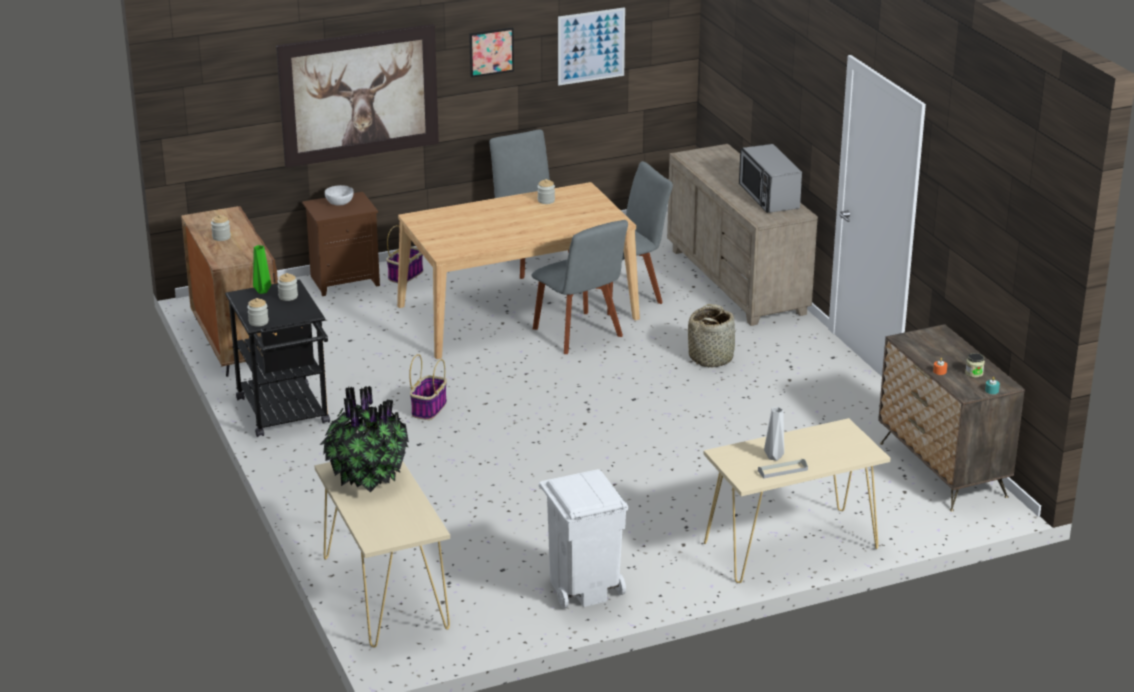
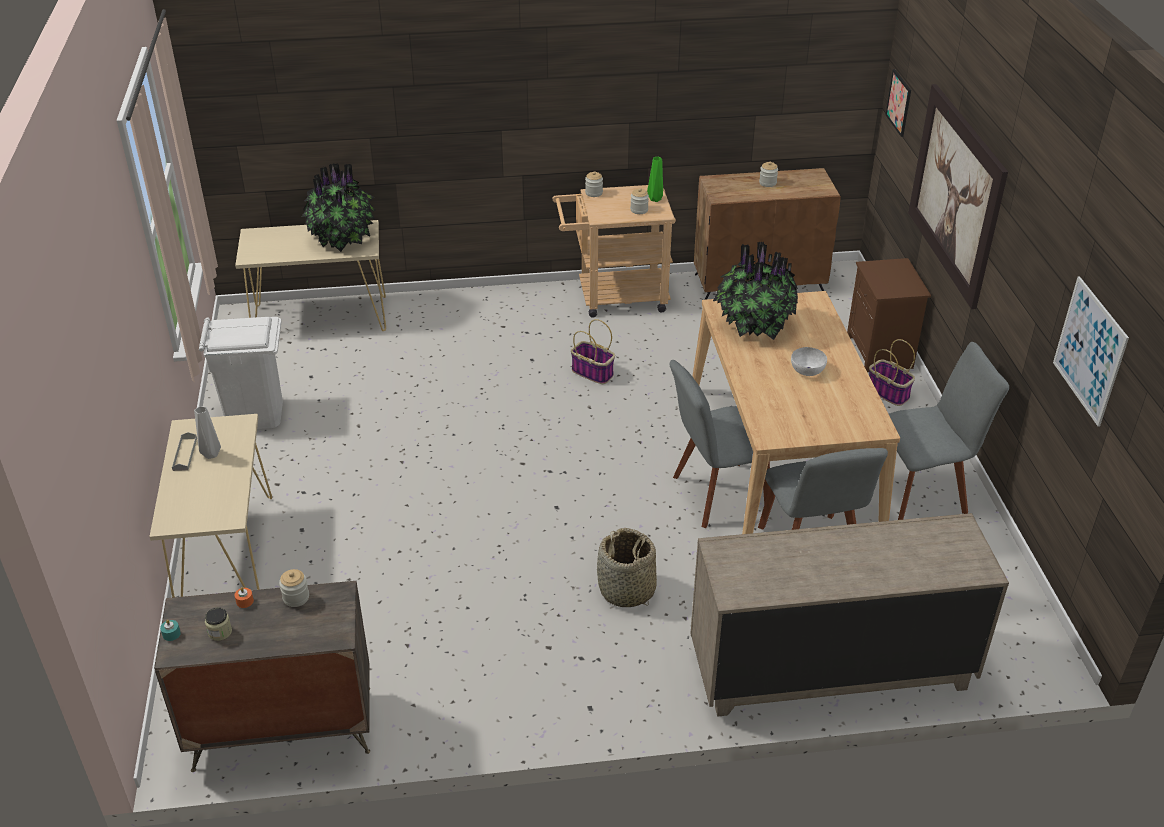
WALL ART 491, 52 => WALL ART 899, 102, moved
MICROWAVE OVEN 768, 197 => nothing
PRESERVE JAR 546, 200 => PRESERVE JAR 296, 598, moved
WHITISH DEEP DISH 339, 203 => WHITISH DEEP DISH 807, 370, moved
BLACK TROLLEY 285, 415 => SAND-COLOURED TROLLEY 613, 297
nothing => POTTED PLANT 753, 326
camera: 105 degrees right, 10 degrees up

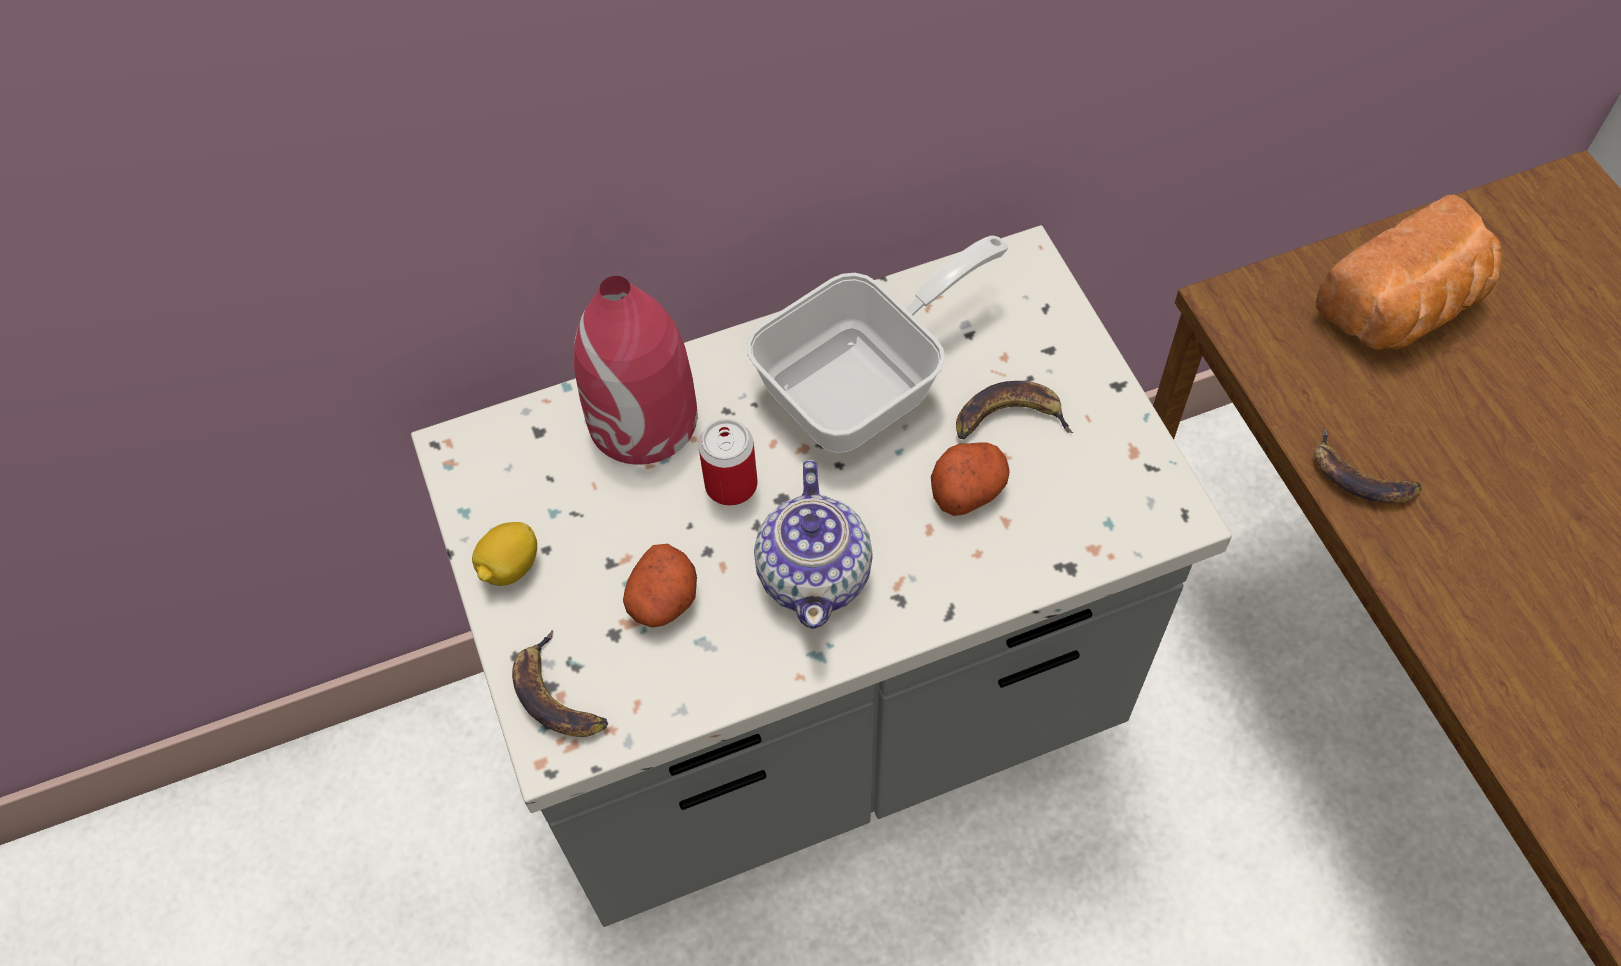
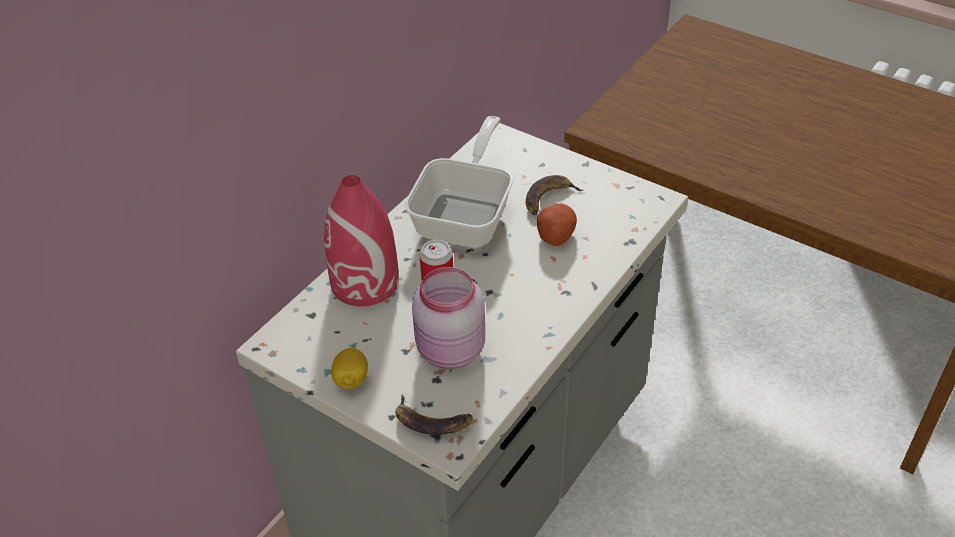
BAKED BREAD 1403, 309 => nothing
WHOLE BANANA 1361, 477 => nothing
TEAPOT 815, 574 => nothing
SPUD 664, 600 => PINK PRESERVE JAR 449, 352
camera: 35 degrees left, 15 degrees down

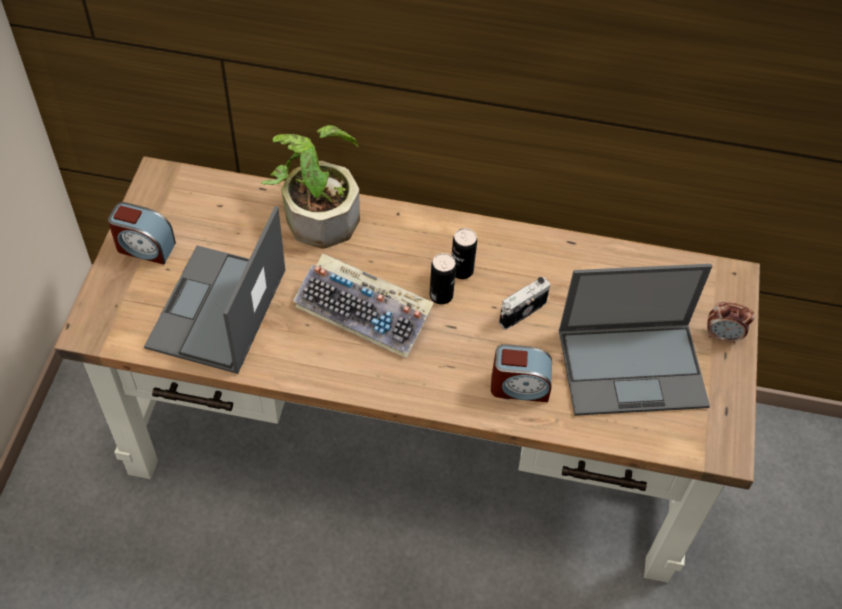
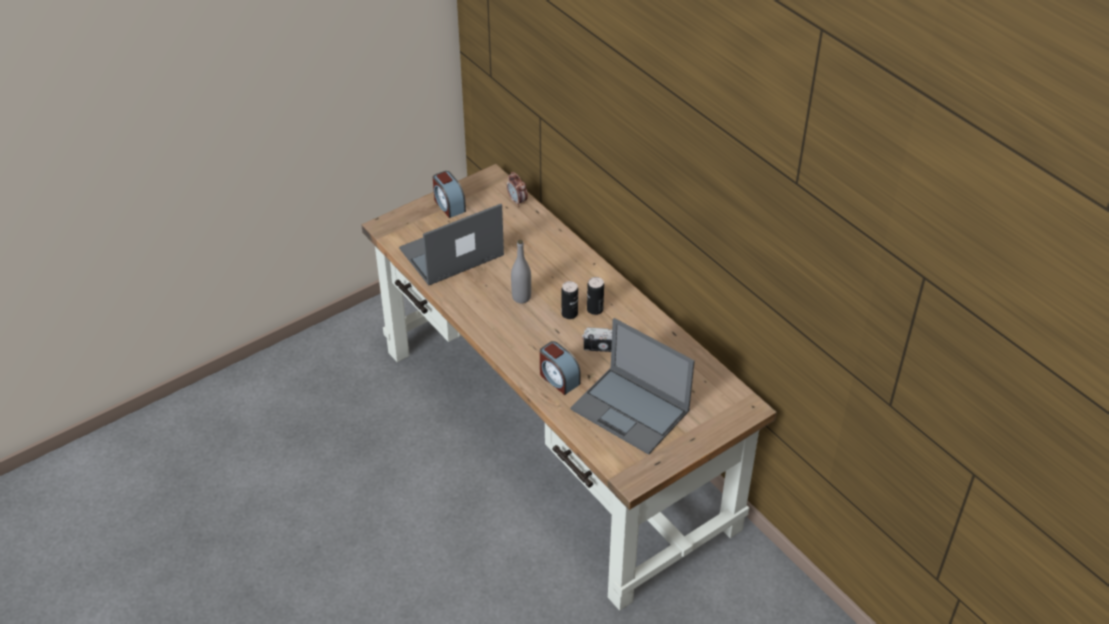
POTTED PLANT 317, 212 => nothing
KEYBOARD 365, 312 => GRAY BEVERAGE BOTTLE 521, 297
ALARM CLOCK 722, 336 => ALARM CLOCK 517, 201, moved
camera: 45 degrees right, 10 degrees down

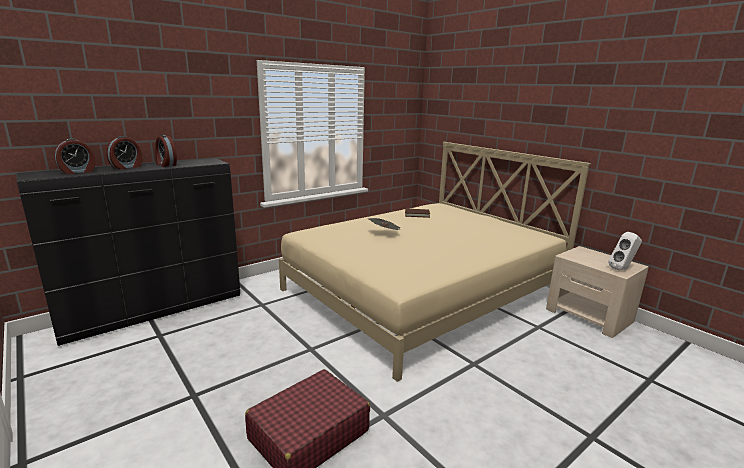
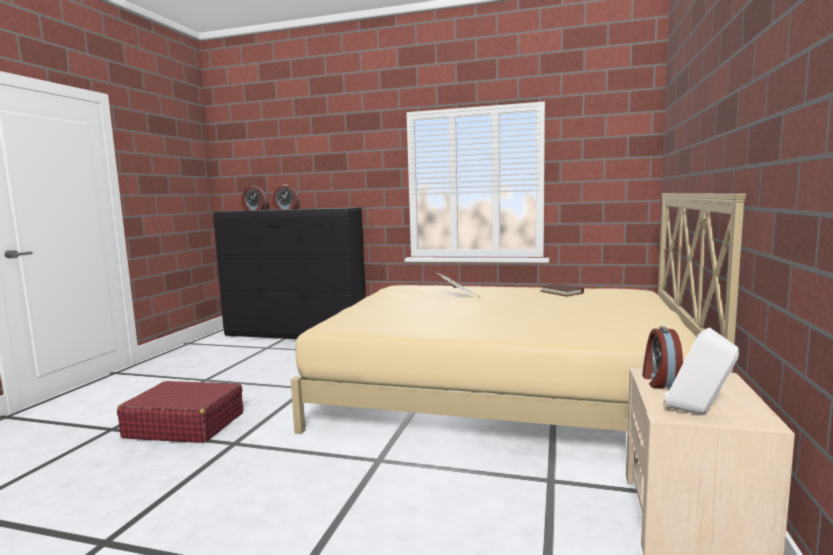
ALARM CLOCK 166, 164 => ALARM CLOCK 659, 381, moved
camera: 55 degrees right, 10 degrees down

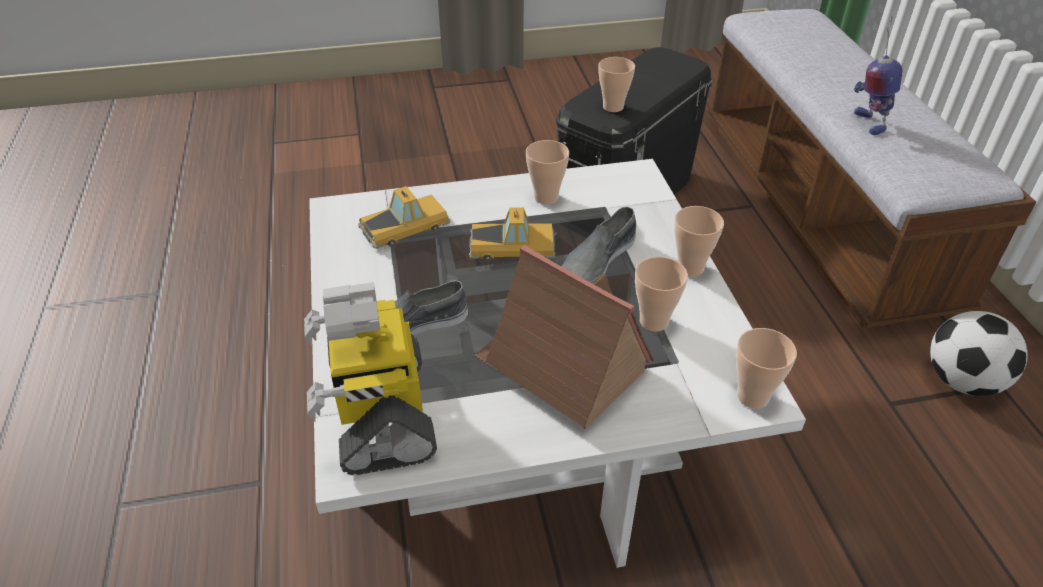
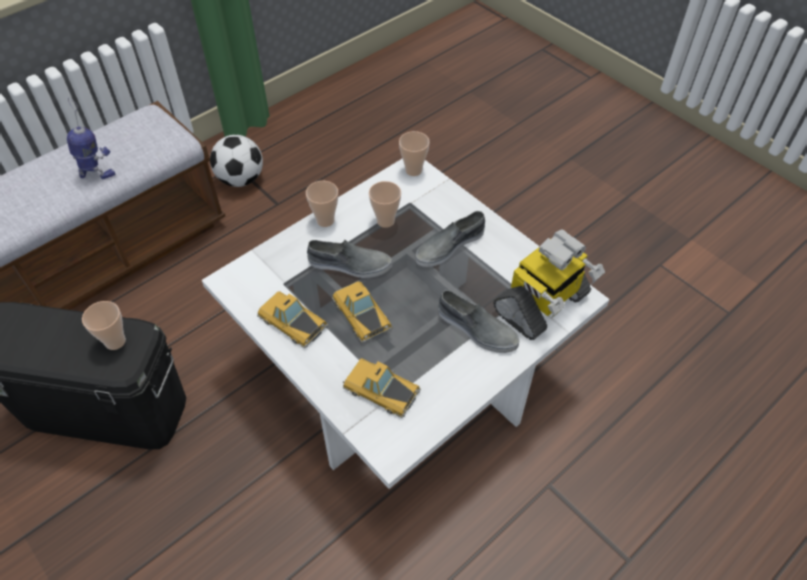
ROBOT FIGURE 868, 122 => ROBOT FIGURE 97, 173, 135 degrees counterclockwise
SMALL CUP 546, 197 => MINIATURE CAR 292, 321
TOY HOUSE 561, 366 => GRAY SHOE 449, 245
camera: 120 degrees left, 10 degrees up

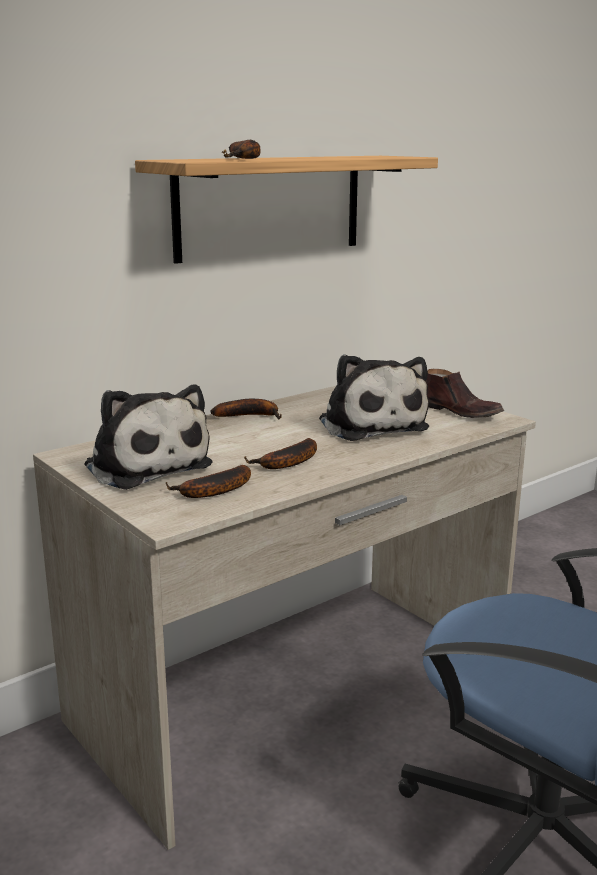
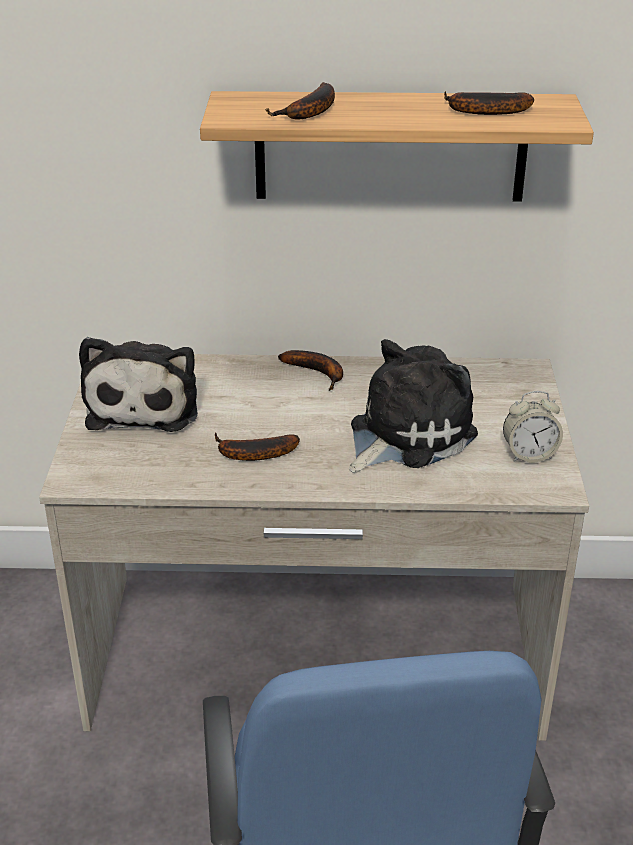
CUDDLY TOY 370, 424 => CUDDLY TOY 405, 434, 150 degrees counterclockwise
BROWN SHOE 460, 412 => ALARM CLOCK 529, 455
WHOLE BANANA 212, 492 => WHOLE BANANA 482, 111, moved
camera: 40 degrees right, 15 degrees up

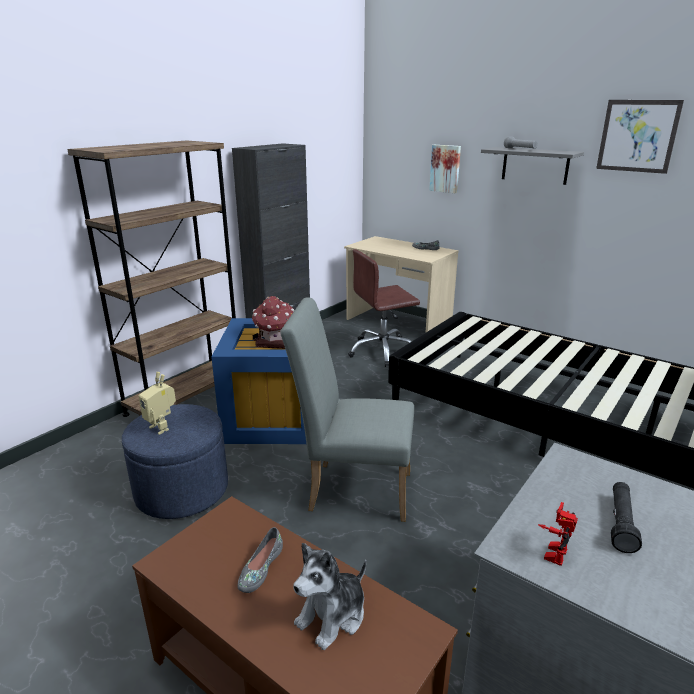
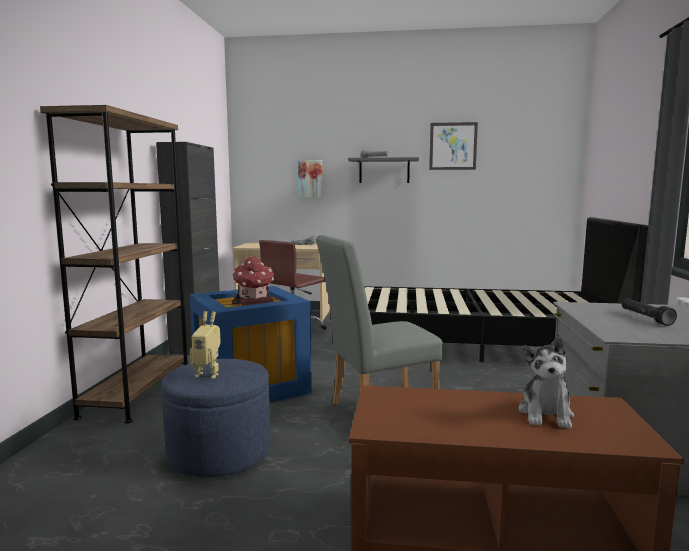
ROBOT FIGURE 552, 551 => nothing
GRAY SHOE 260, 568 => nothing
camera: 30 degrees left, 15 degrees down

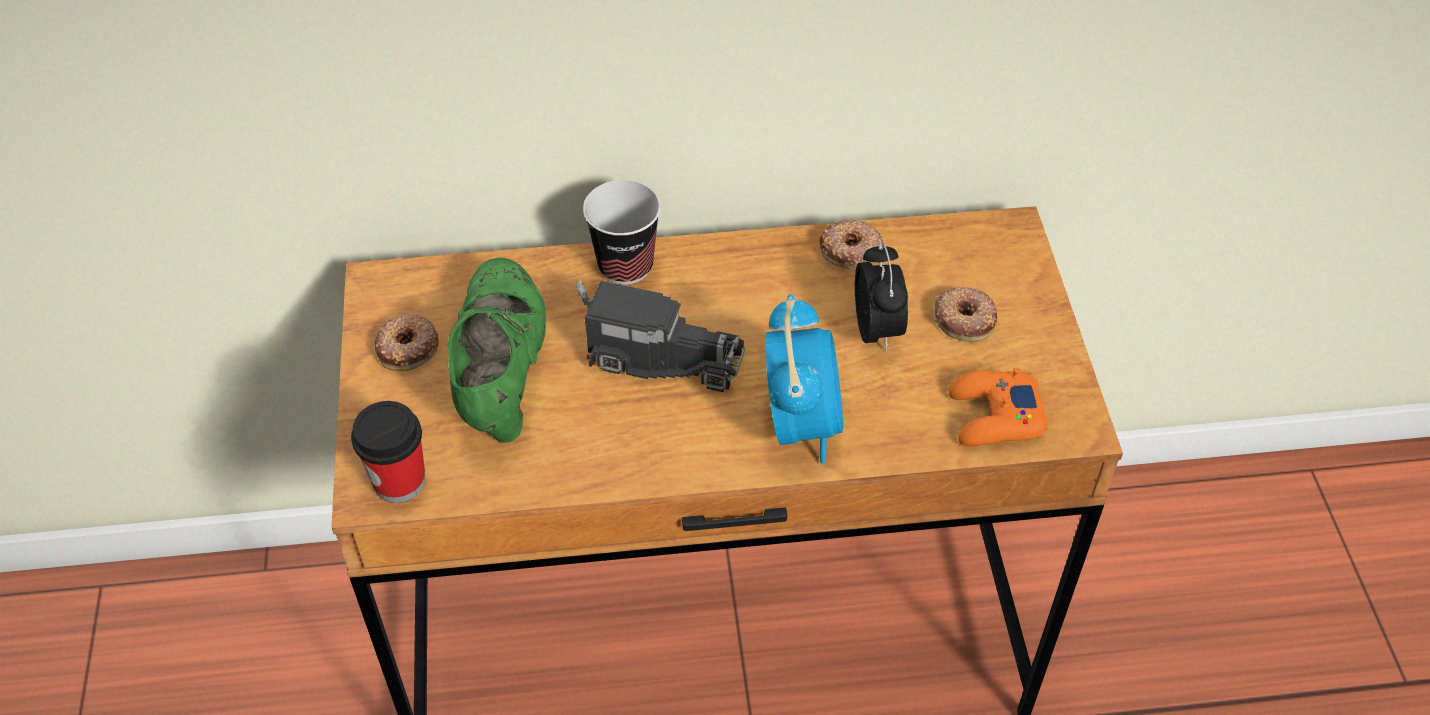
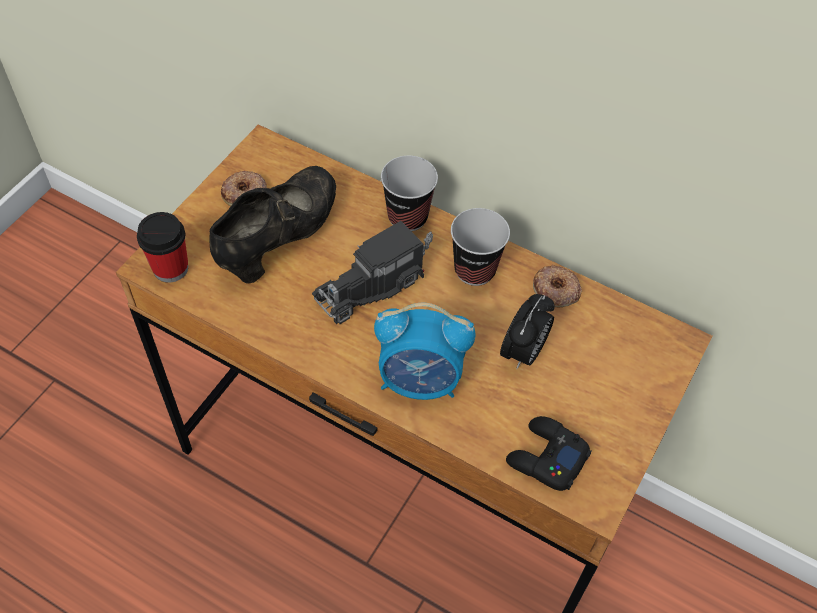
GREENISH SHOE 501, 373 => BLACK SHOE 279, 239
TOY LORRY 657, 357 => TOY LORRY 374, 285, 90 degrees clockwise
DOUGHNUT 965, 318 => nothing
ALARM CLOCK 801, 423 => ALARM CLOCK 420, 381, 60 degrees clockwise
ORANGE GAME CONTROLLER 994, 417 => BLACK GAME CONTROLLER 546, 458
nothing => SMALL CUP 475, 270
camera: 35 degrees right, 5 degrees up

